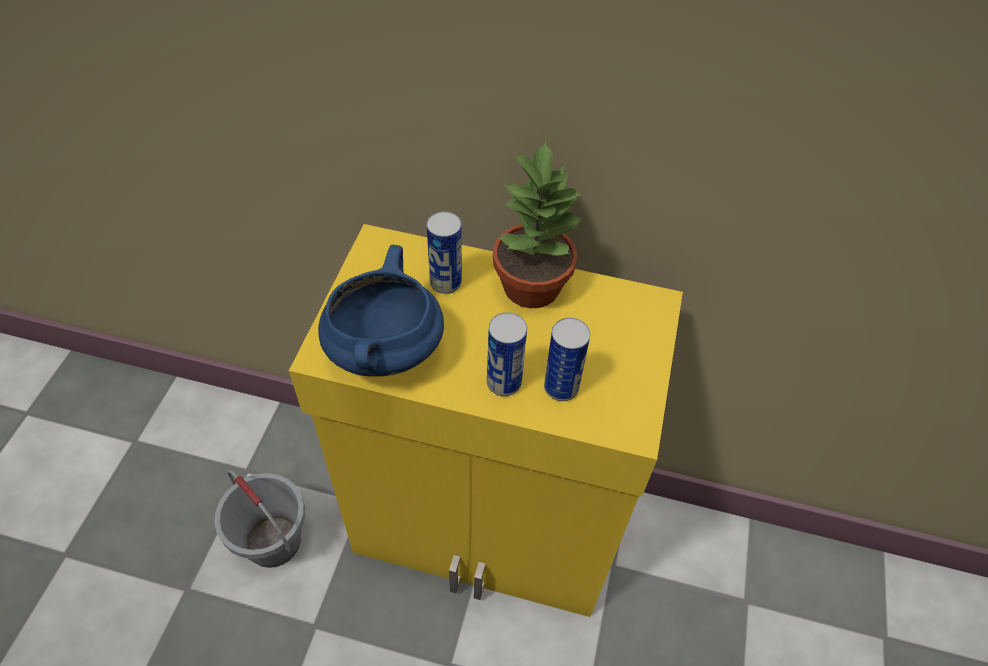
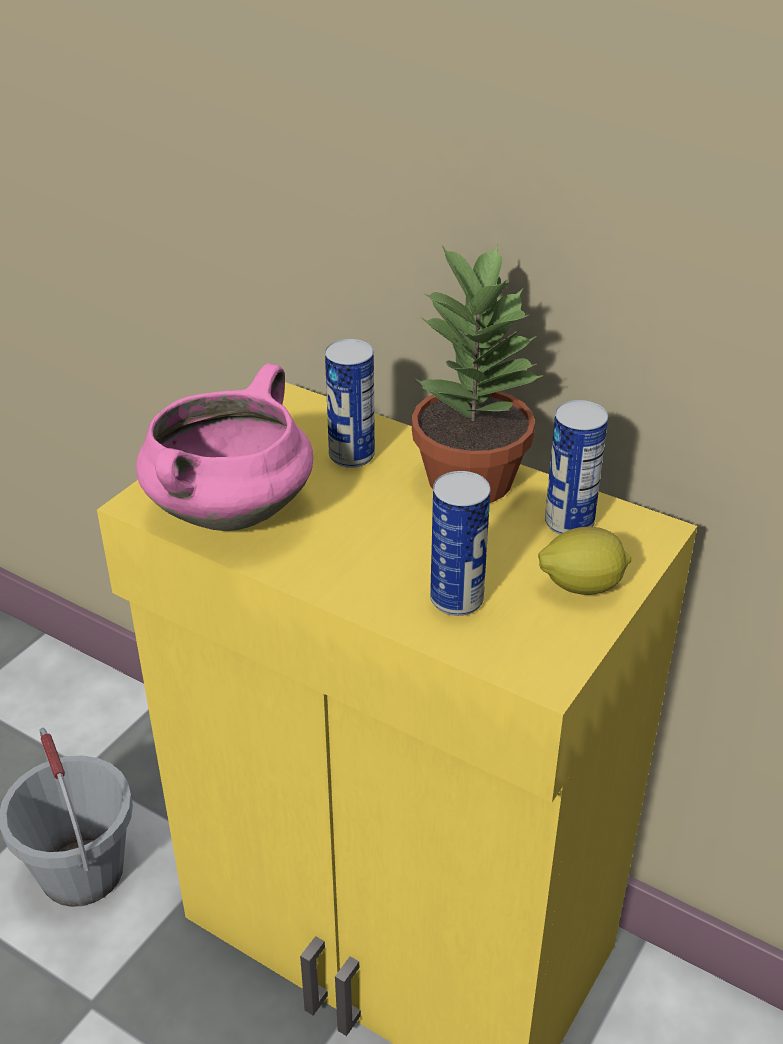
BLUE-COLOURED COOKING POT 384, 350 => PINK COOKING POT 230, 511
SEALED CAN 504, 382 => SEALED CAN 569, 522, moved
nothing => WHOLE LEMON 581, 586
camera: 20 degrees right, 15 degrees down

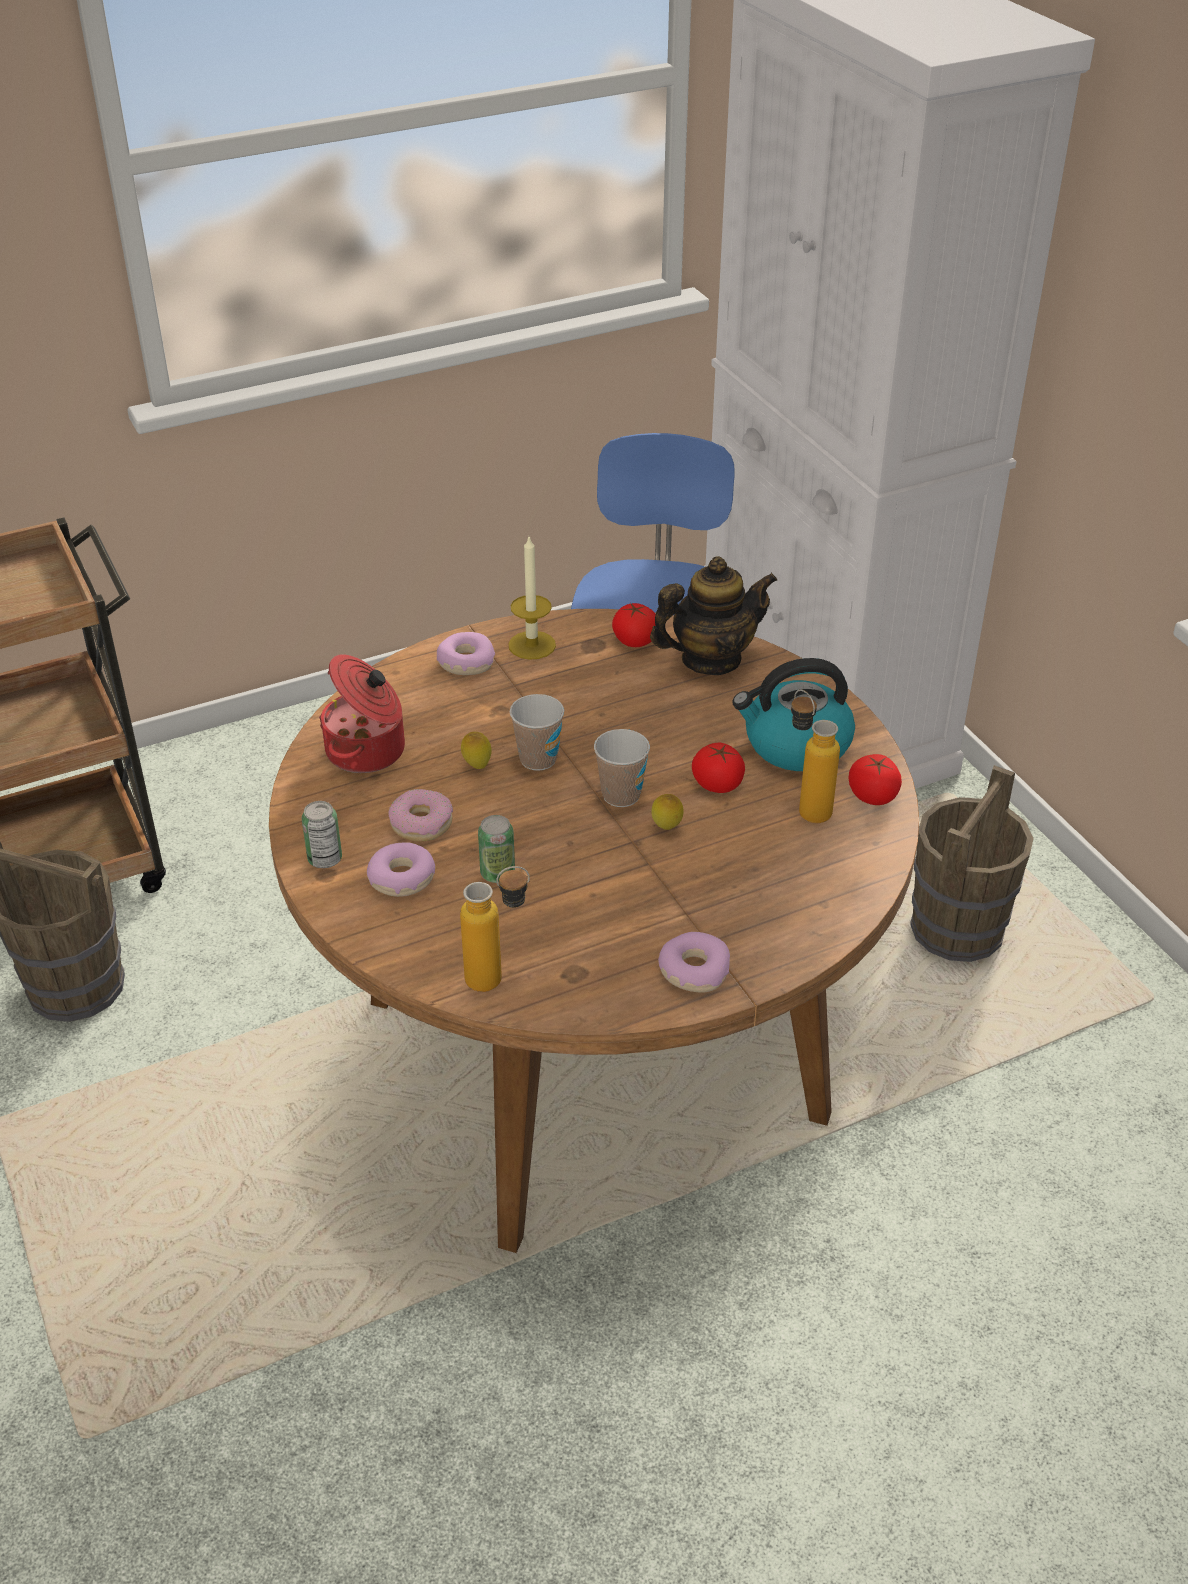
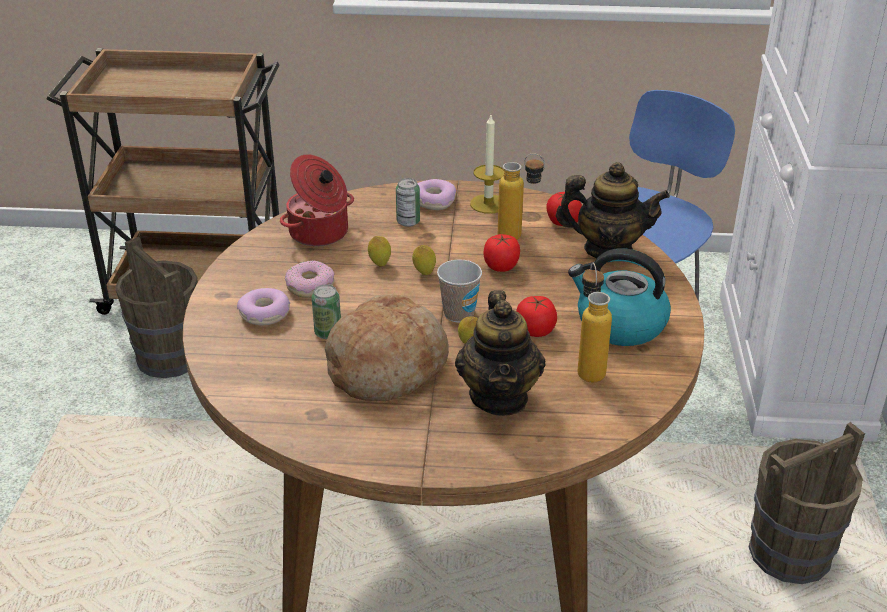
SMALL CUP 538, 759 => WHOLE LEMON 424, 273
TOMATO 873, 796 => TOMATO 501, 266, moved
SEALED CAN 325, 859 => SEALED CAN 408, 222, moved
BEVERAGE BOTTLE 498, 978 => BEVERAGE BOTTLE 519, 238, moved
DOUGHNUT 693, 970 => nothing
nothing => TEAPOT 499, 397
nothing => BAKED BREAD 386, 366
camera: 30 degrees right, 5 degrees down

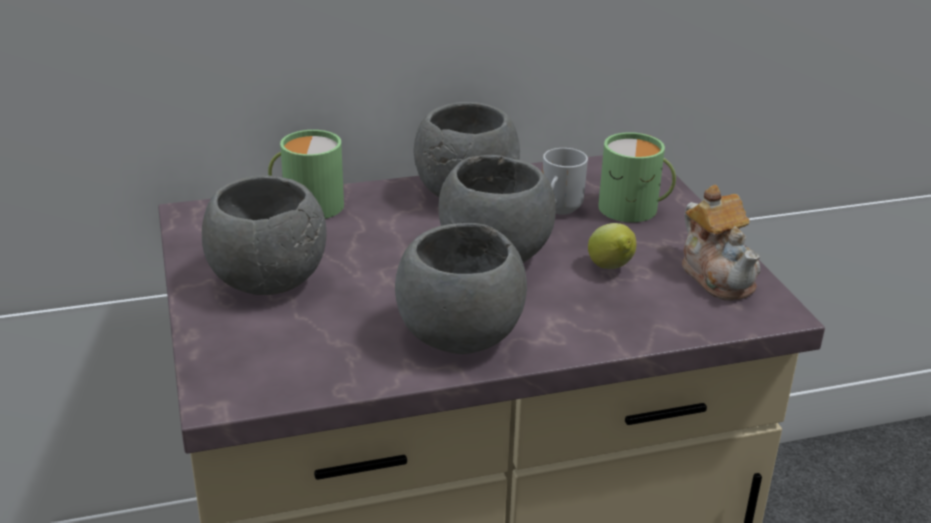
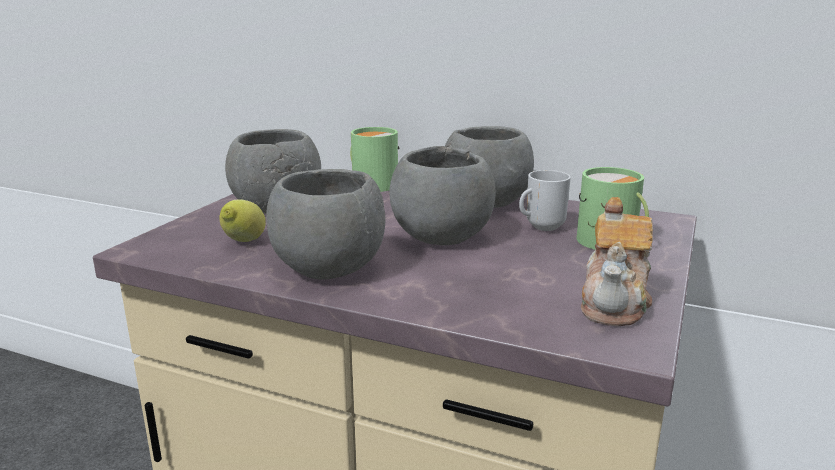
WHOLE LEMON 611, 269 => WHOLE LEMON 243, 243, moved
camera: 40 degrees right, 10 degrees down

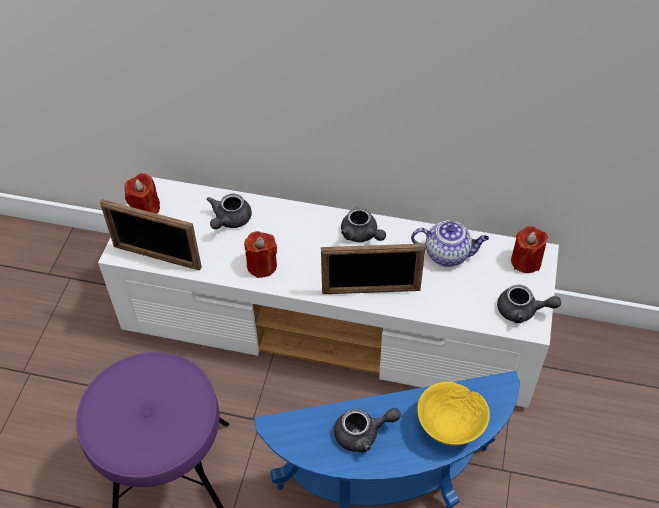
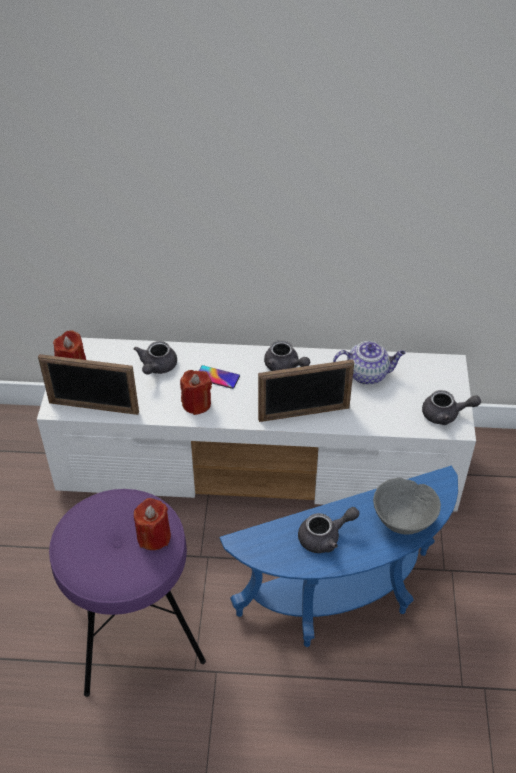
RED-COLOURED WAX CANDLE 526, 261 => RED-COLOURED WAX CANDLE 154, 536, moved
YELLOW-COLOURED DEEP DISH 450, 427 => GRAY DEEP DISH 403, 521
nothing => TELEPHONE 217, 377
camera: 10 degrees left, 5 degrees down

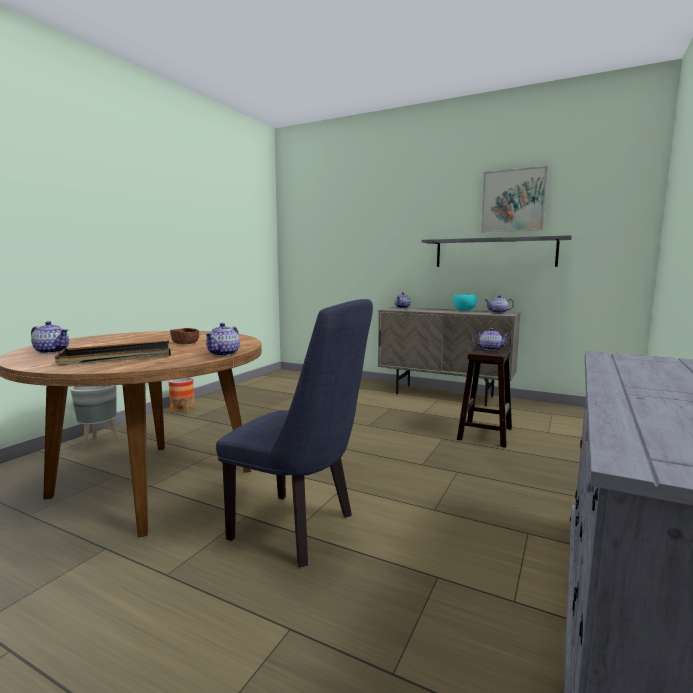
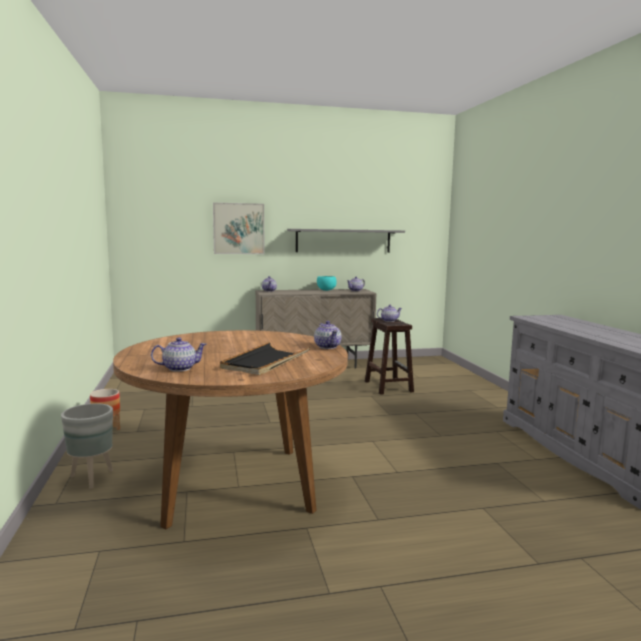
WALL ART 513, 200 => WALL ART 238, 228, moved
BLUE-COLOURED CHAIR 301, 529 => nothing
BROWN DEEP DISH 185, 343 => nothing
camera: 40 degrees left, 0 degrees up

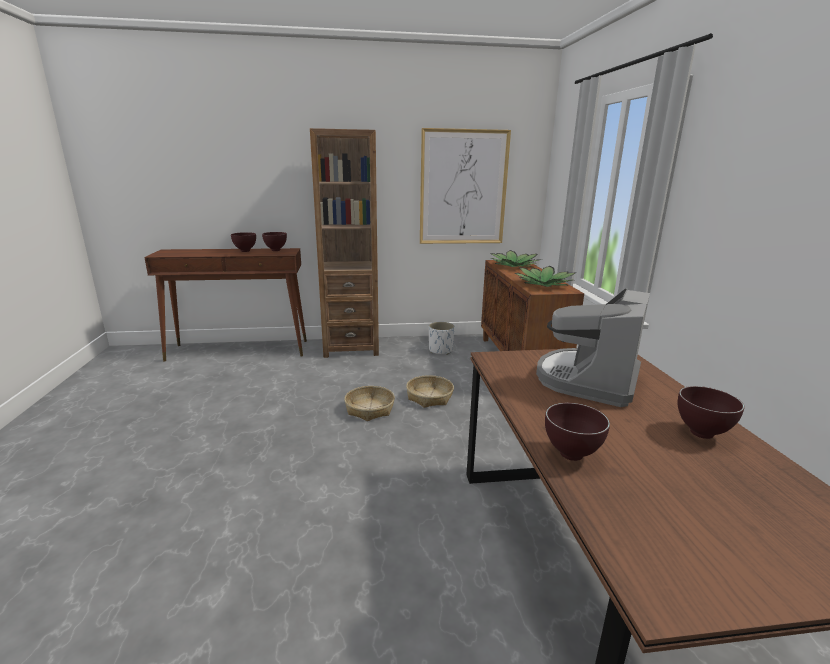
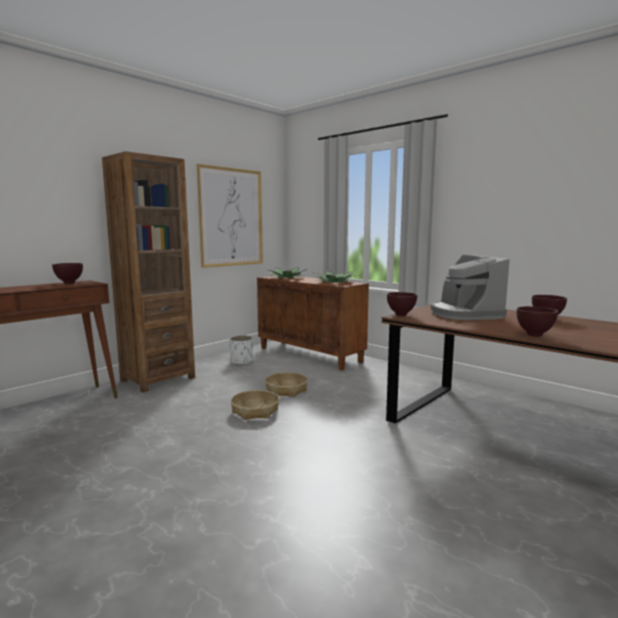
BROWN DEEP DISH 245, 251 => BROWN DEEP DISH 401, 315, moved
camera: 40 degrees left, 10 degrees down

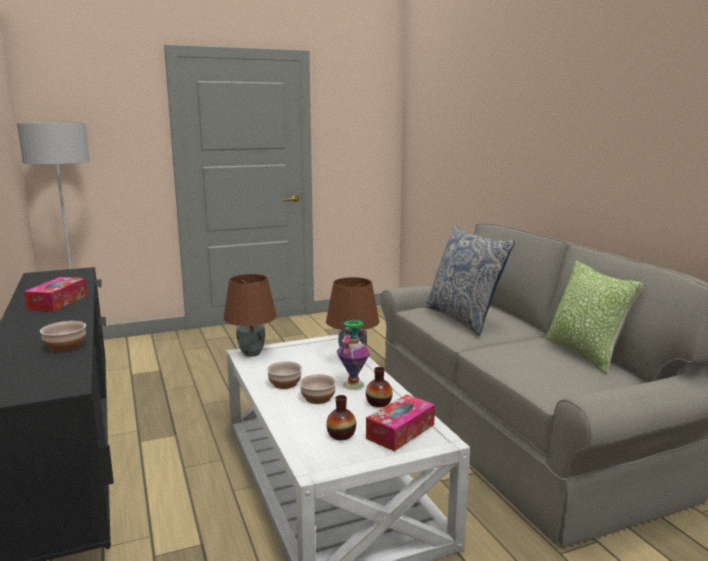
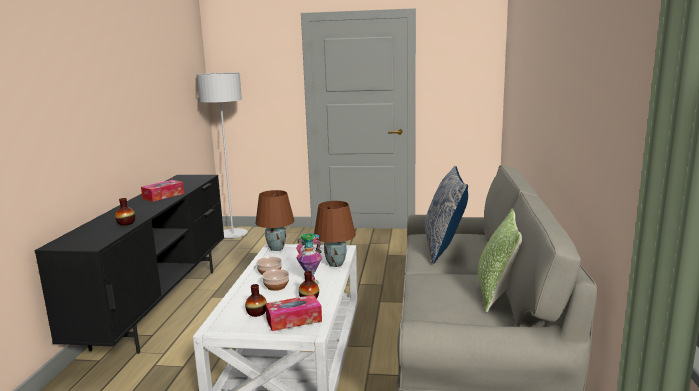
DEEP DISH 65, 346 => FLOWER VASE 126, 223
camera: 30 degrees right, 0 degrees up

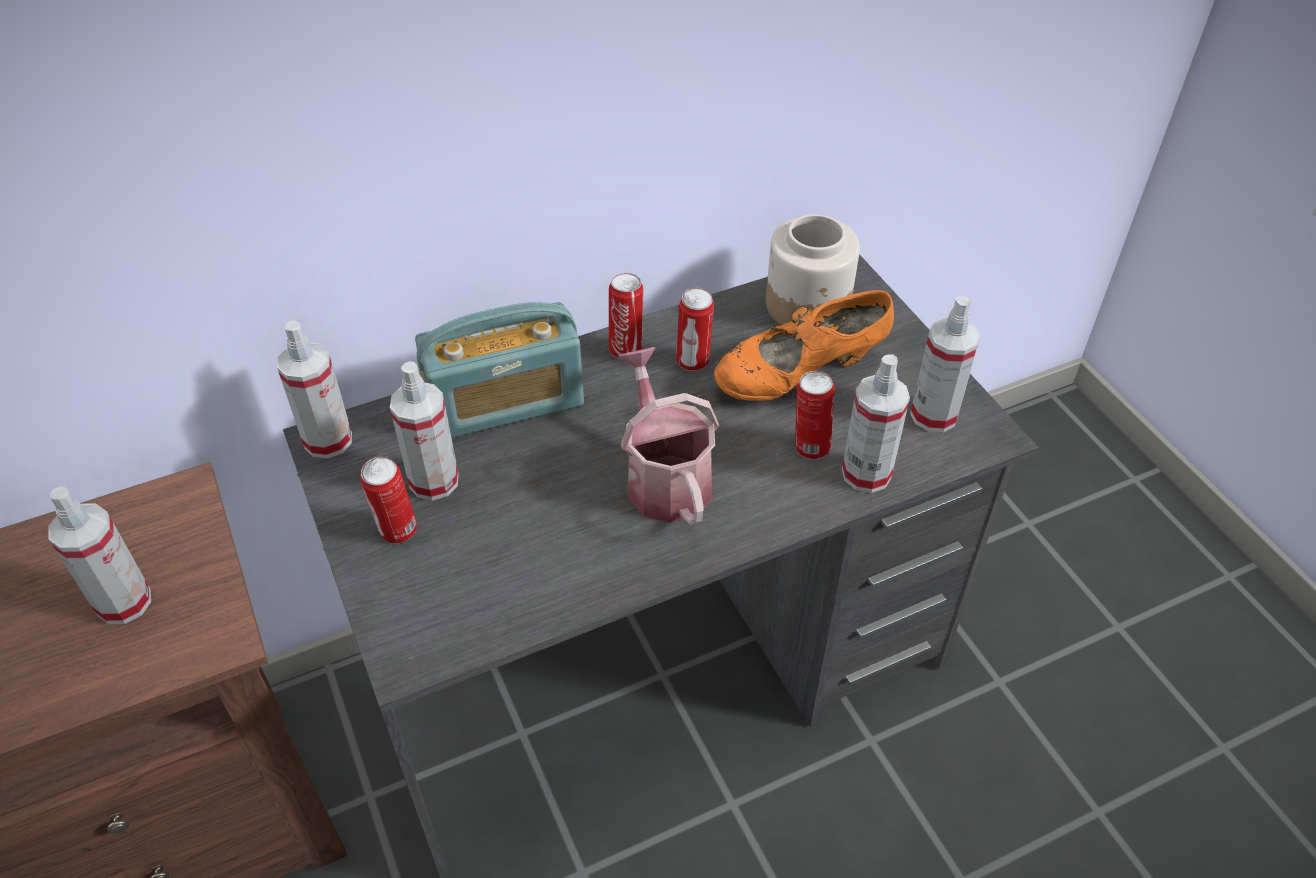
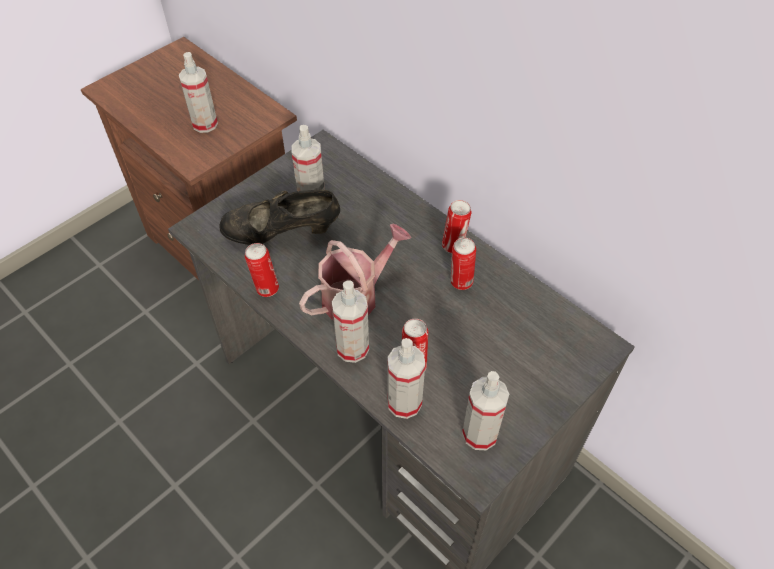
PRESERVE JAR 808, 306 => nothing
ORANGE SHOE 799, 377 => nothing
RADIO RECEIVER 506, 403 => nothing
SPRAY BOTTLE 328, 440 => SPRAY BOTTLE 352, 348, moved
SEALED CAN 397, 532 => SEALED CAN 266, 289, moved
nothing => BLACK SHOE 282, 234
camera: 70 degrees right, 5 degrees up

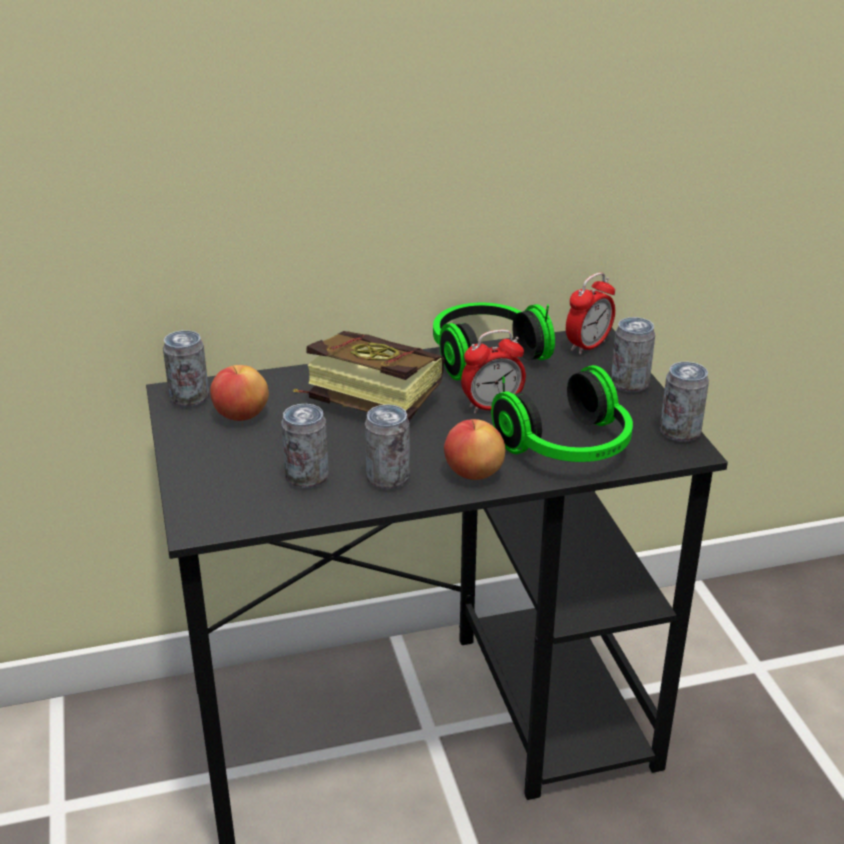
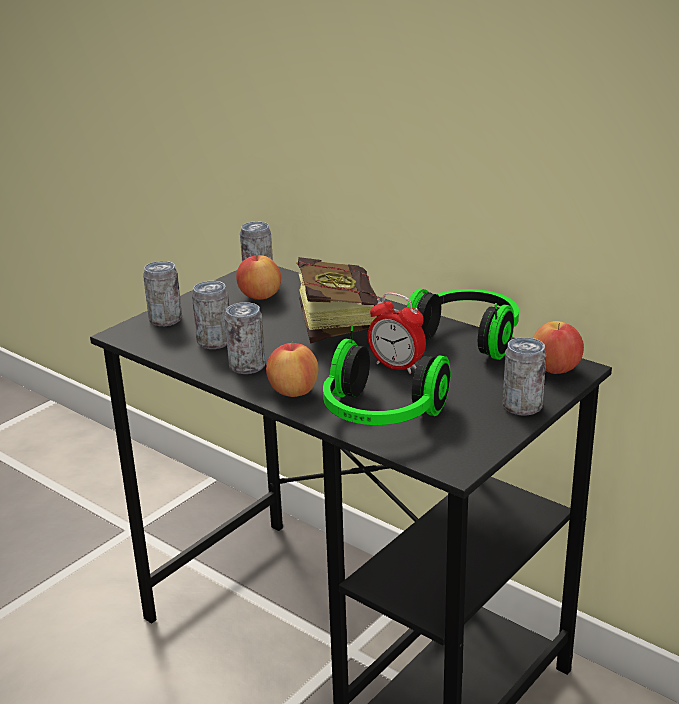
ALARM CLOCK 588, 346 => APPLE 555, 370
SEALED CAN 680, 432 => SEALED CAN 165, 320, moved
camera: 55 degrees right, 5 degrees down

